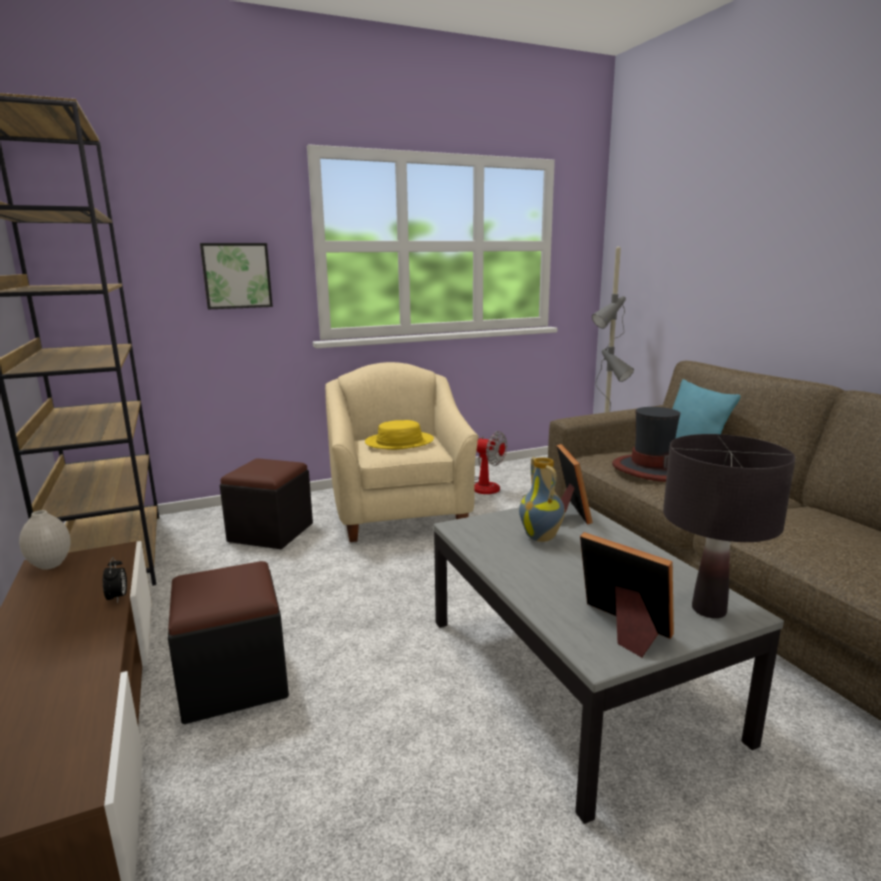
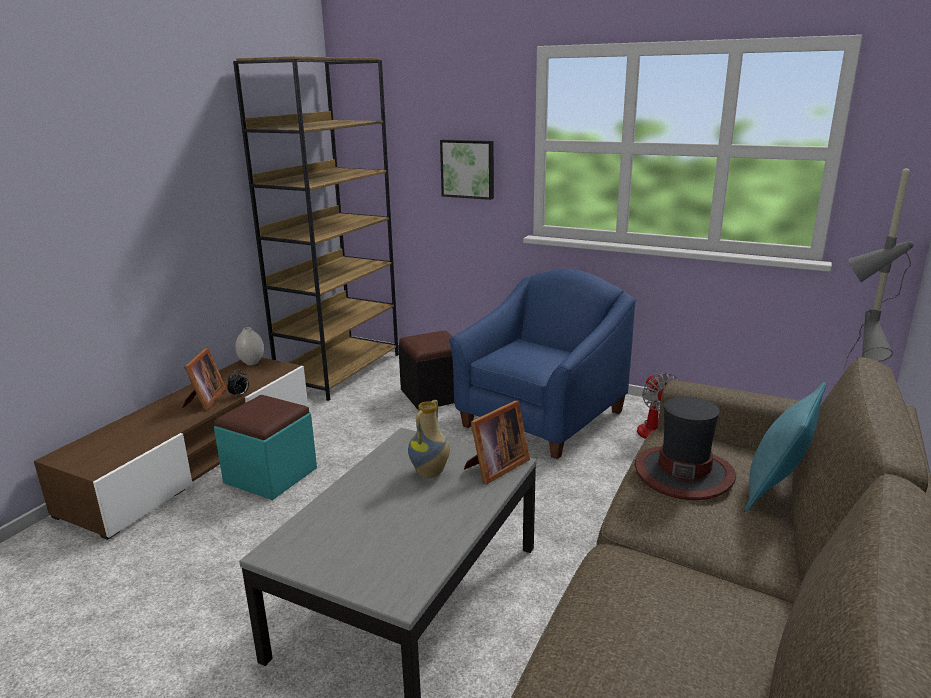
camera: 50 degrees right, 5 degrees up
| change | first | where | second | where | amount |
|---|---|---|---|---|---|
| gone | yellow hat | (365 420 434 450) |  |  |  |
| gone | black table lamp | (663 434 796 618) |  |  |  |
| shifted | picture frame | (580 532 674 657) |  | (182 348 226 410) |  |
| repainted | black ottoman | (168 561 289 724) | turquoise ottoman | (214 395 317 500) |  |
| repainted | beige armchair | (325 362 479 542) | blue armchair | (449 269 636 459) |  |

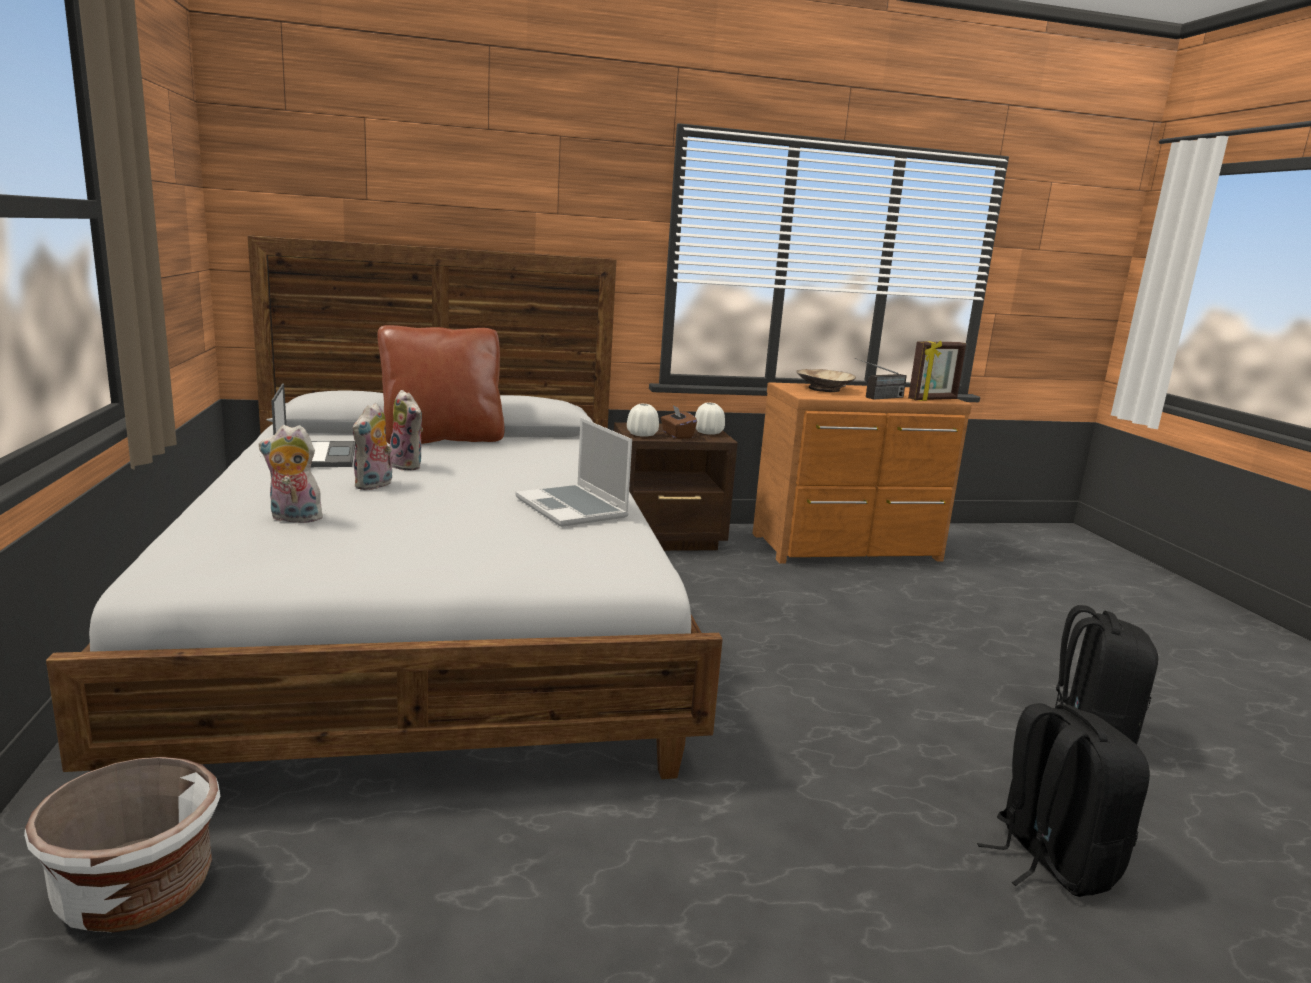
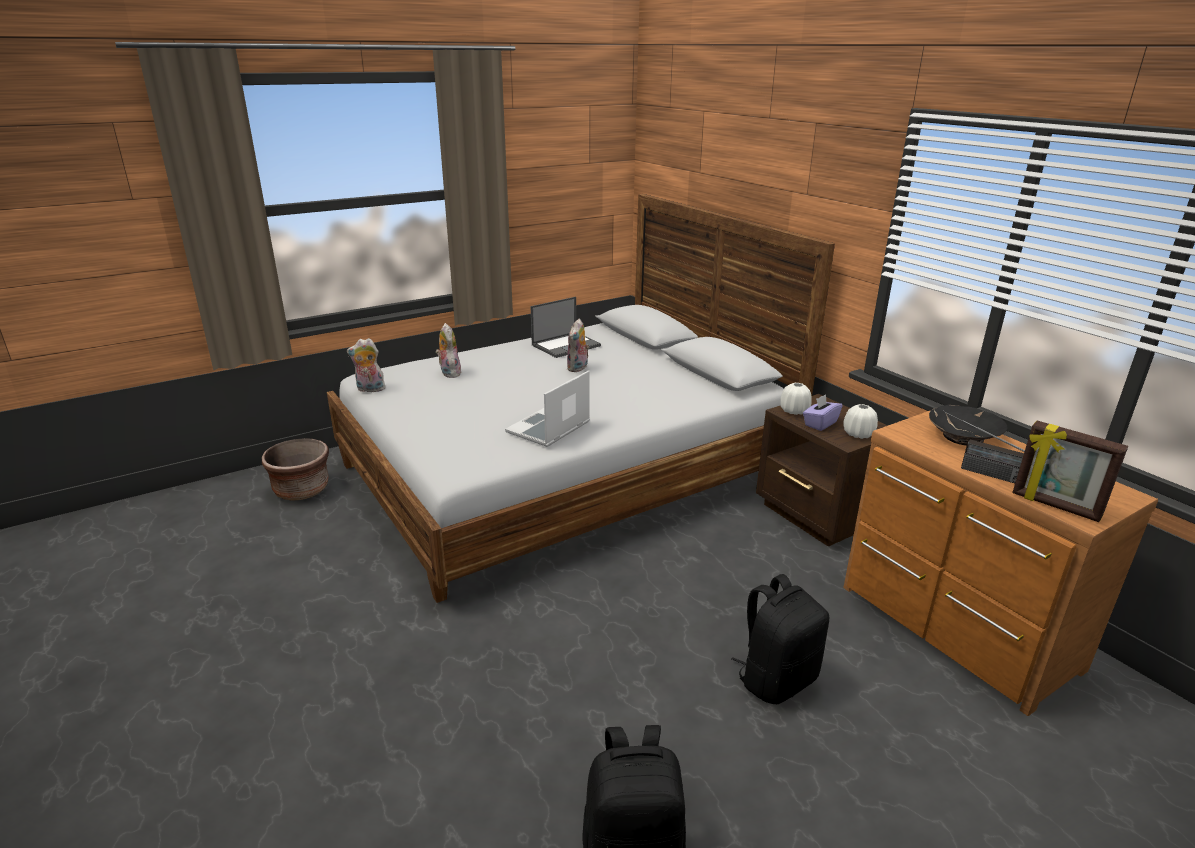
camera: 70 degrees right, 10 degrees up
| change | first | where | second | where | amount |
|---|---|---|---|---|---|
| gone | brown pillow | (377 325 505 444) |  |  |  |
| shifted | plush toy | (353 403 392 490) |  | (347 338 386 392) |  |
| shifted | black backpack | (977 703 1150 897) |  | (732 574 829 704) |  |
| repainted | white planter | (24 757 220 933) | brown planter | (262 438 329 501) |  |
| repainted | brown tissue box | (661 405 697 439) | purple tissue box | (803 394 843 431) |  |
| repainted | beige bowl | (796 369 856 392) | black bowl | (929 405 1008 446) |  |

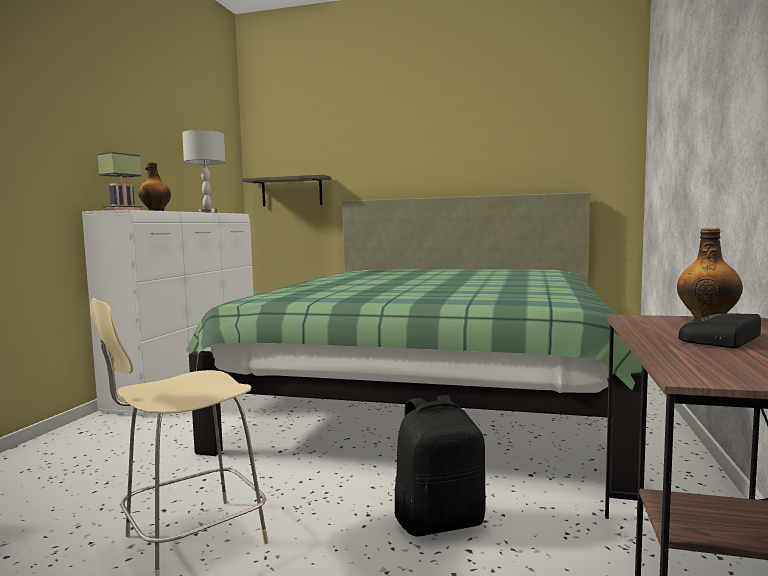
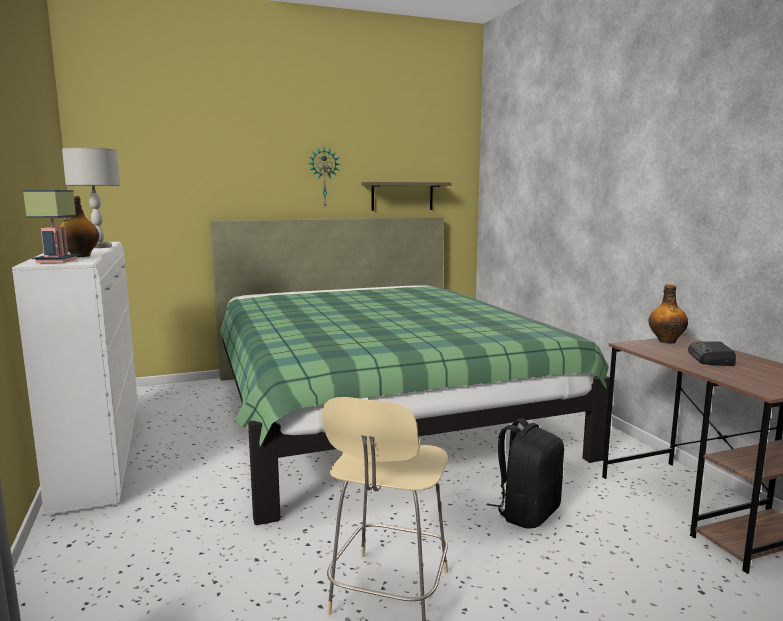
camera: 35 degrees left, 5 degrees up
| change | first | where | second | where | amount |
|---|---|---|---|---|---|
| new |  |  | wall clock | (308 147 340 208) |  |
| shifted | shelf | (242 175 331 207) |  | (361 182 452 211) |  |

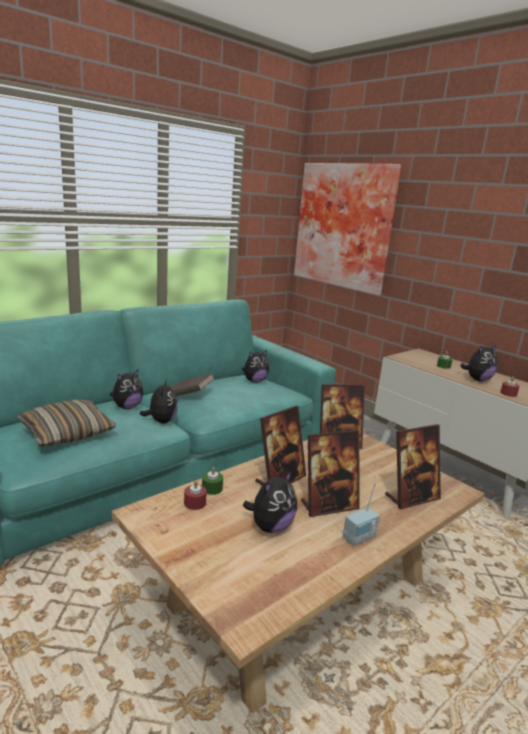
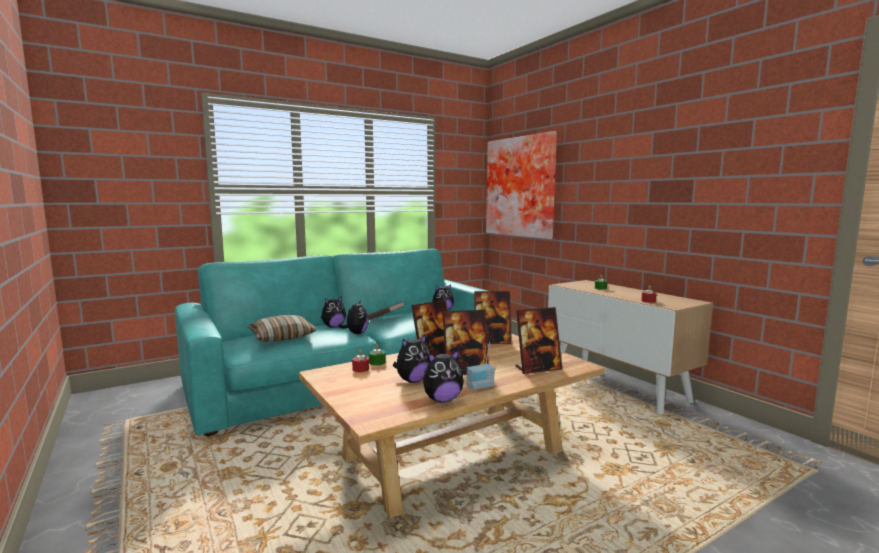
camera: 10 degrees right, 10 degrees down
| change | first | where | second | where | amount |
|---|---|---|---|---|---|
| shifted | plush toy | (460 344 498 381) |  | (423 349 464 403) |  |

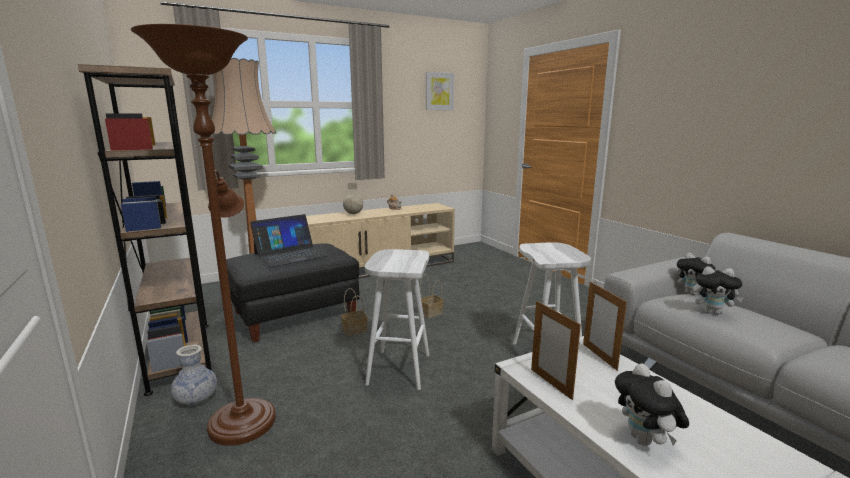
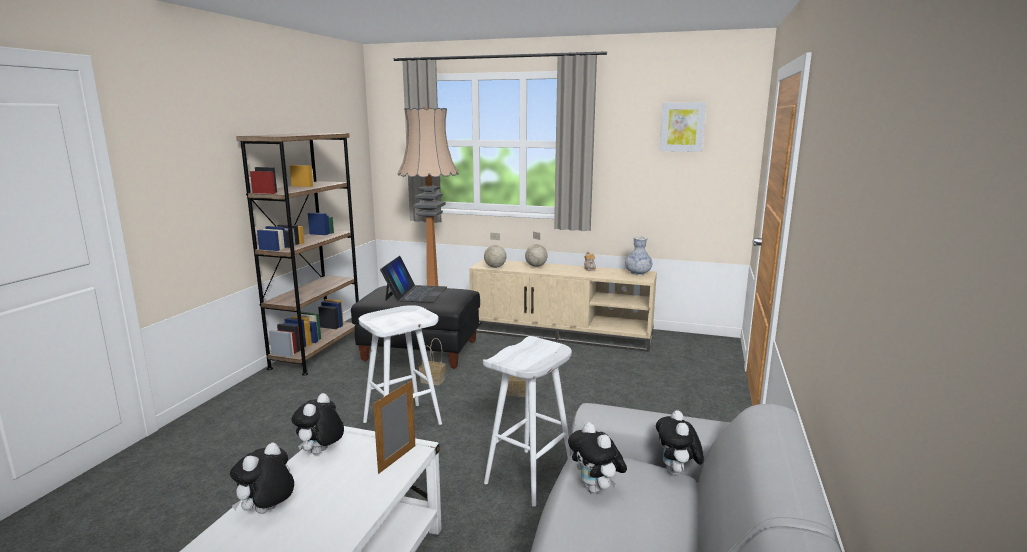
camera: 45 degrees right, 0 degrees up
| change | first | where | second | where | amount |
|---|---|---|---|---|---|
| gone | brown floor lamp | (131 24 276 446) |  |  |  |
| new |  |  | globe | (484 233 506 268) |  |
| shifted | vase | (171 345 217 406) |  | (625 236 652 275) |  |
| swapped | picture frame | (531 301 581 400) | plush toy | (291 393 344 455) |  |
| rotated | laptop | (250 214 328 267) |  | (380 256 447 303) | 90 degrees counterclockwise |

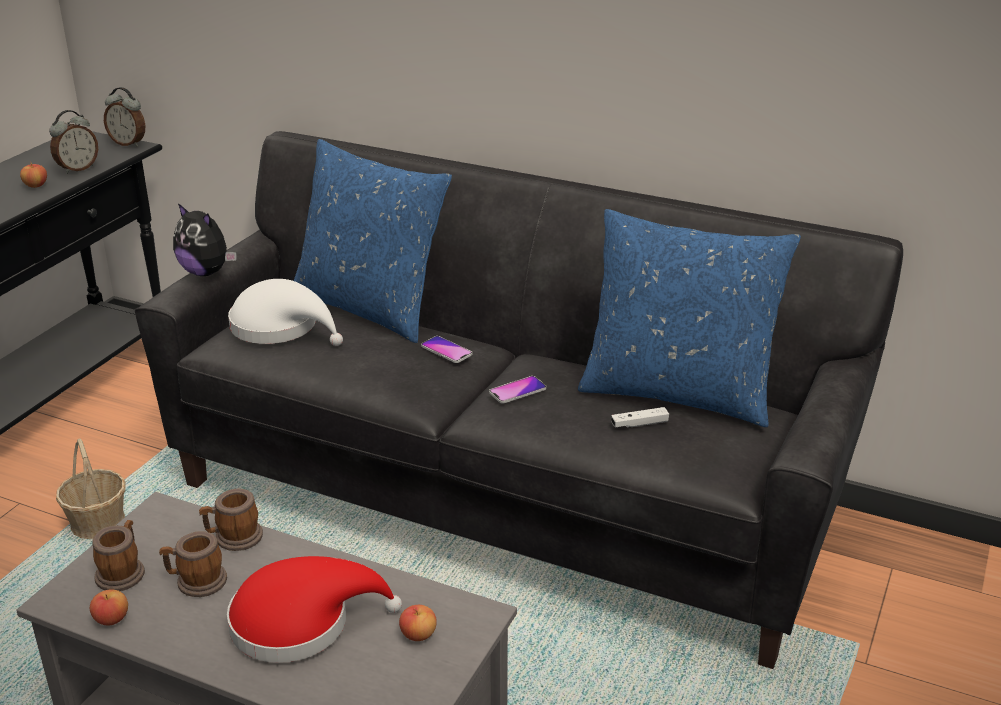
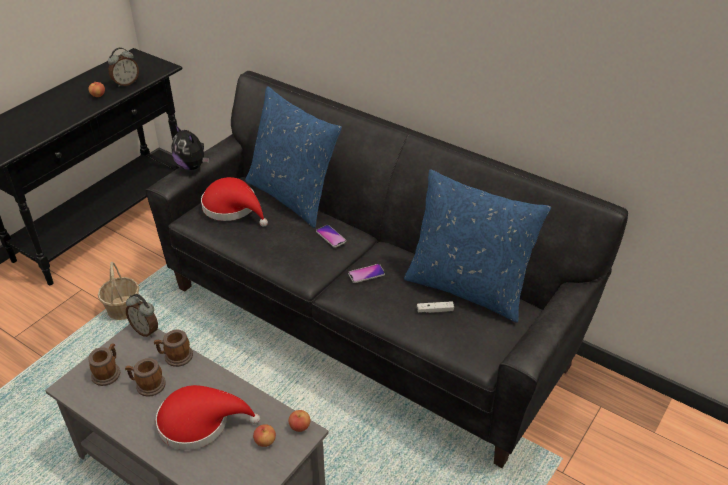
camera: 10 degrees right, 10 degrees up
| change | first | where | second | where | amount |
|---|---|---|---|---|---|
| shifted | apple | (90 589 128 625) |  | (288 410 310 432) |  |
| shifted | alarm clock | (104 87 145 147) |  | (126 294 158 338) |  |
| repainted | white hat | (228 279 343 346) | red hat | (201 177 268 227) |  |

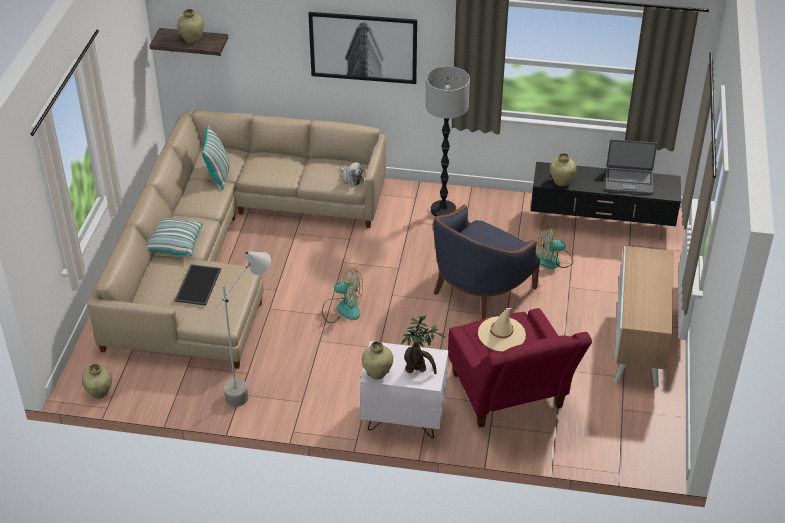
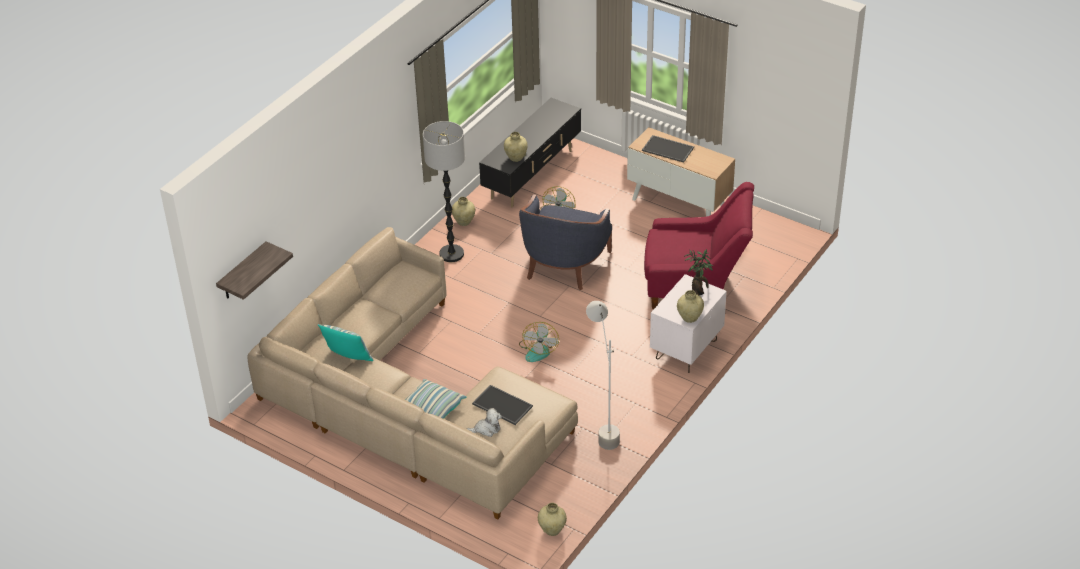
camera: 65 degrees left, 0 degrees up
| change | first | where | second | where | amount |
|---|---|---|---|---|---|
| gone | picture | (308 12 417 84) |  |  |  |
| gone | beige hat | (478 308 526 351) |  |  |  |
| gone | laptop | (606 139 657 194) |  |  |  |
| new |  |  | tray | (642 135 694 163) |  |
| shifted | beige vase | (177 9 204 44) |  | (452 197 475 226) |  |
| shifted | plush toy | (340 162 364 186) |  | (467 408 502 437) |  |
| rotated | fan | (322 268 363 323) |  | (519 322 559 362) | 150 degrees clockwise |
| rotated | blue armchair | (433 205 540 319) |  | (519 194 612 290) | 45 degrees clockwise |

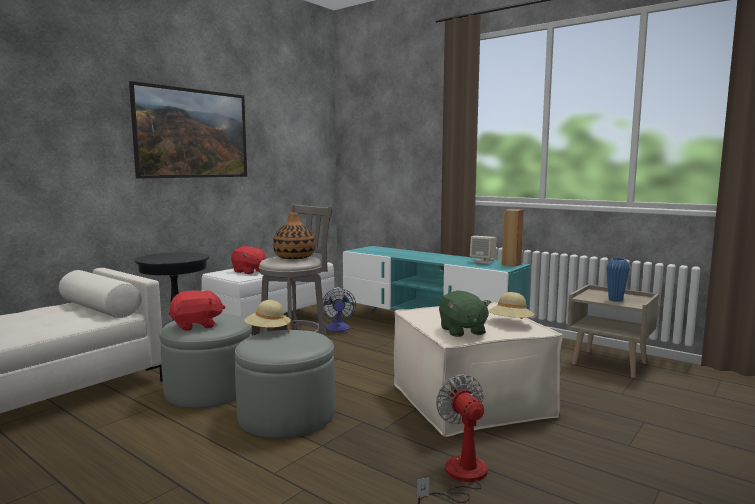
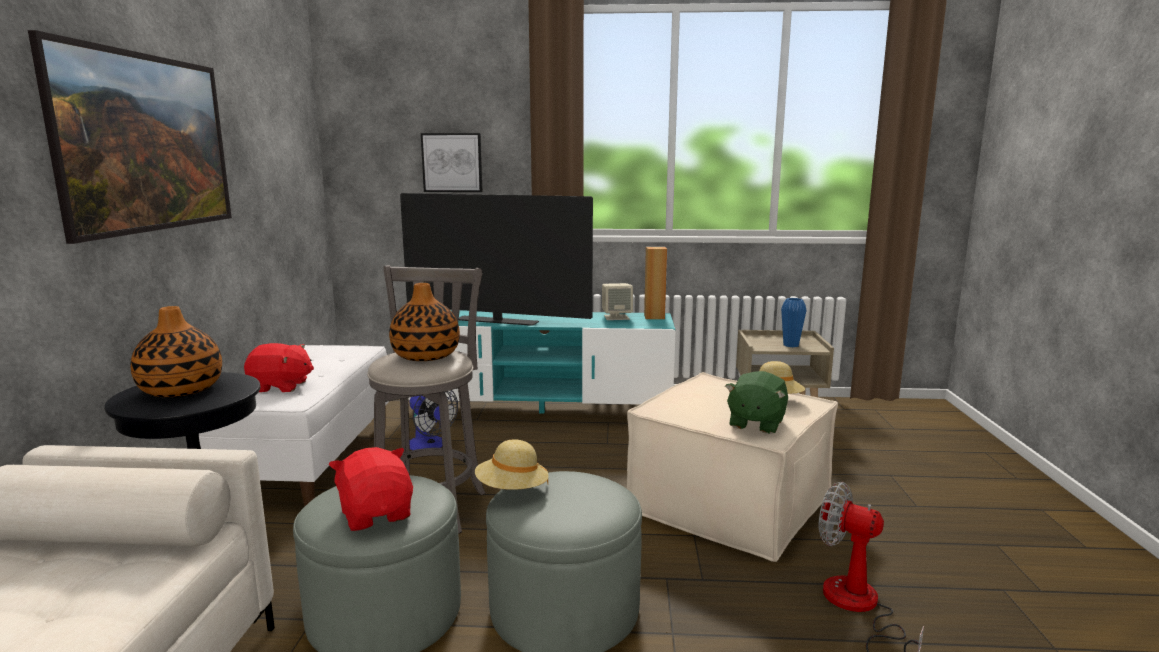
camera: 35 degrees left, 5 degrees up
| change | first | where | second | where | amount |
|---|---|---|---|---|---|
| new |  |  | vase | (131 306 222 397) |  |
| new |  |  | television | (400 193 593 326) |  |
| new |  |  | picture | (421 133 483 192) |  |
| rotated | red plush toy | (169 290 225 331) |  | (329 447 413 531) | 60 degrees counterclockwise |
| rotated | green plush toy | (439 290 491 337) |  | (725 371 788 434) | 75 degrees clockwise |

